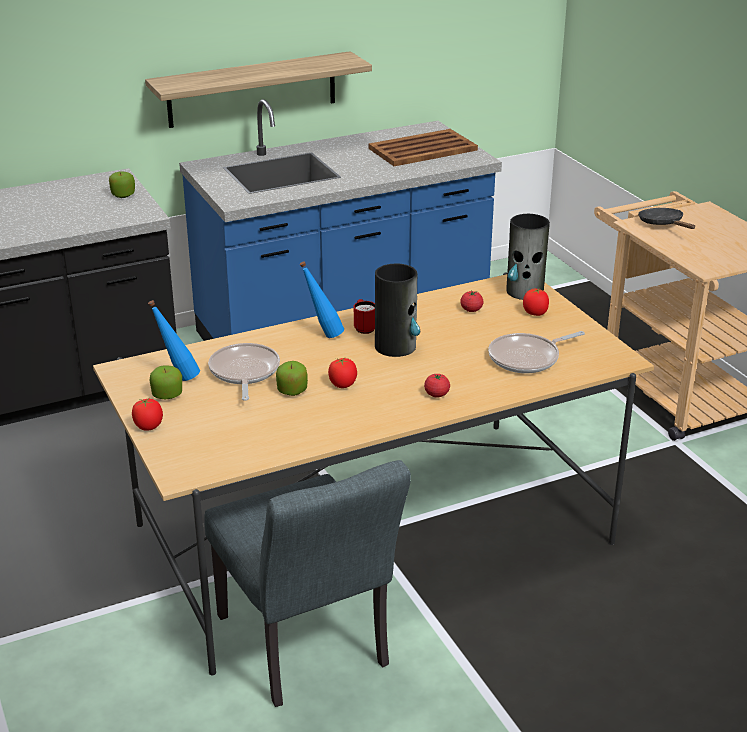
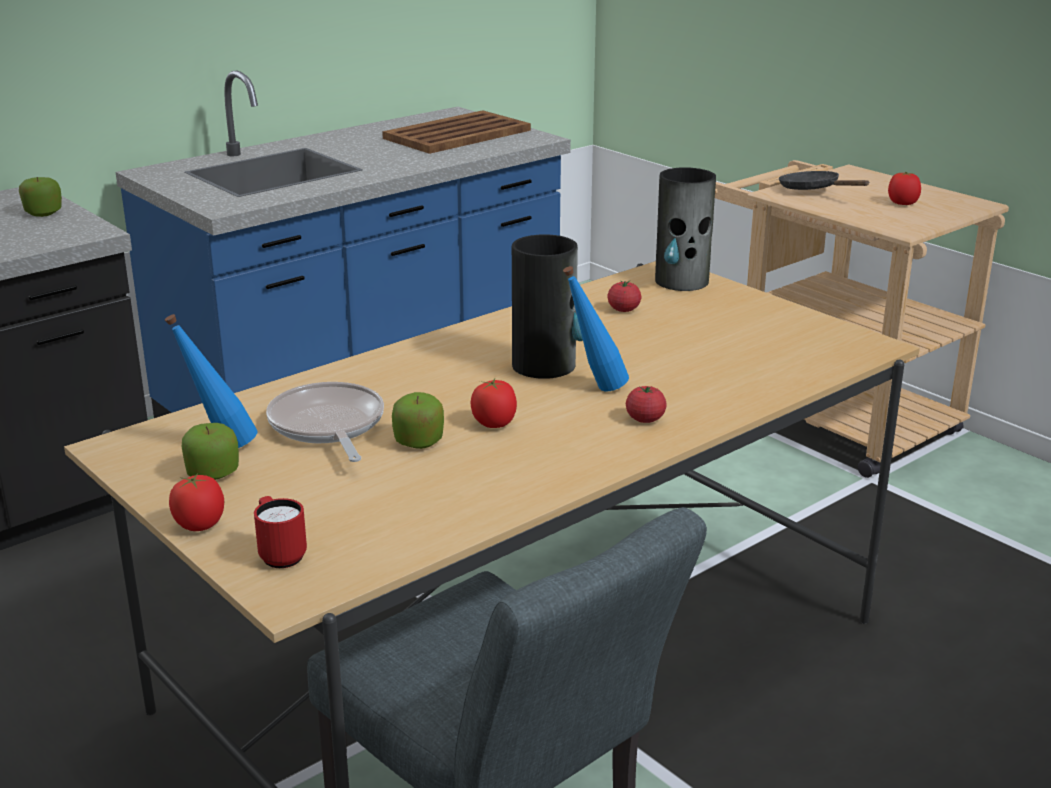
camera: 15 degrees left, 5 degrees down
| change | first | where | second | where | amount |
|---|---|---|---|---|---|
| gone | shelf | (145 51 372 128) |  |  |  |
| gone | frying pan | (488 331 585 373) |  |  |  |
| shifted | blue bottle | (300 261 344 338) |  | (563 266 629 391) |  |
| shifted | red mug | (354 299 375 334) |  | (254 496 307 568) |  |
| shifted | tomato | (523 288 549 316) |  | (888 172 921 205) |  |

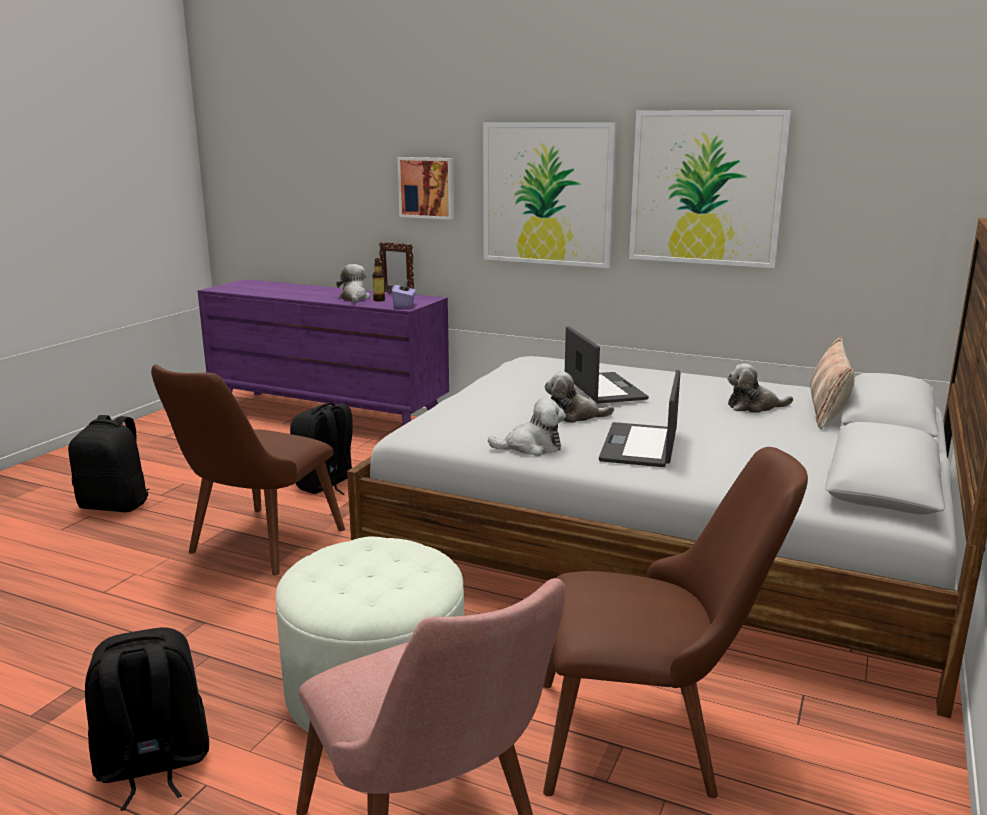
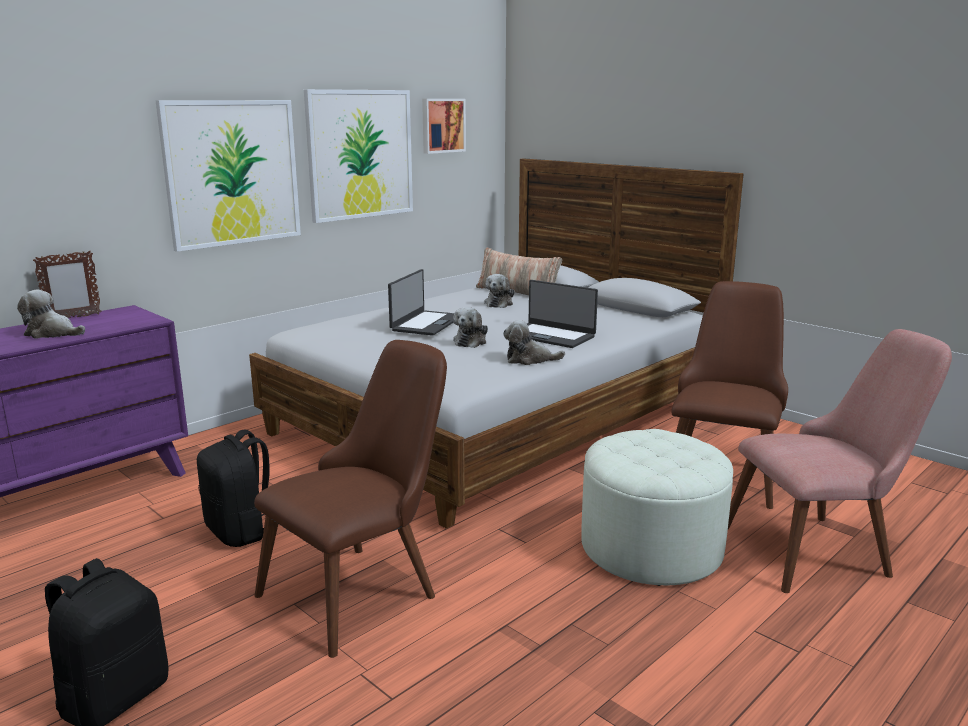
camera: 70 degrees left, 0 degrees up
| change | first | where | second | where | amount |
|---|---|---|---|---|---|
| gone | black backpack | (85 627 209 811) |  |  |  |
| gone | bottle | (372 258 385 301) |  |  |  |
| gone | purple tissue box | (392 280 416 308) |  |  |  |
| shifted | picture | (397 157 454 220) |  | (422 99 466 154) |  |
| rotated | brown chair | (151 365 345 575) |  | (254 340 447 658) | 90 degrees counterclockwise |
| rotated | plush toy | (488 398 566 456) |  | (503 320 565 365) | 105 degrees counterclockwise |
| rotated | laptop | (565 326 649 404) |  | (388 269 454 336) | 105 degrees clockwise |

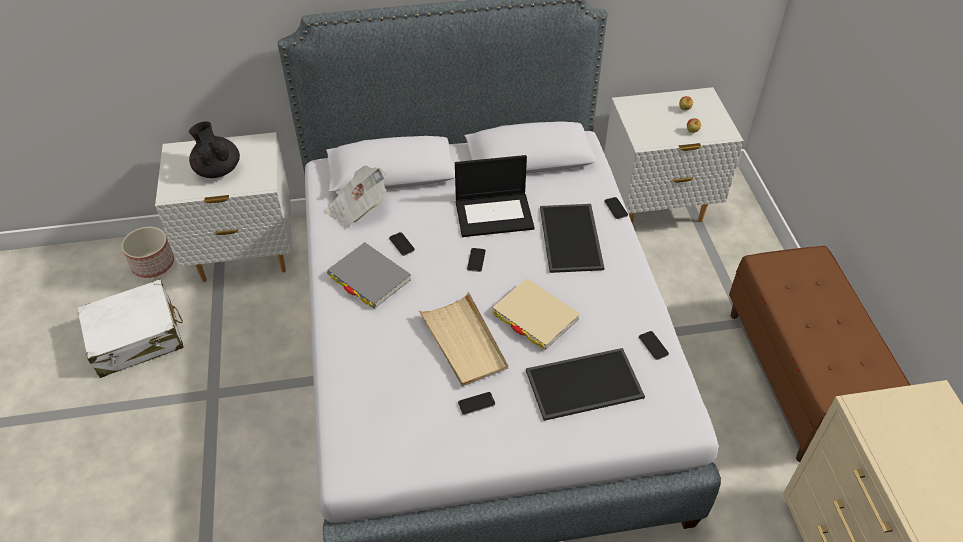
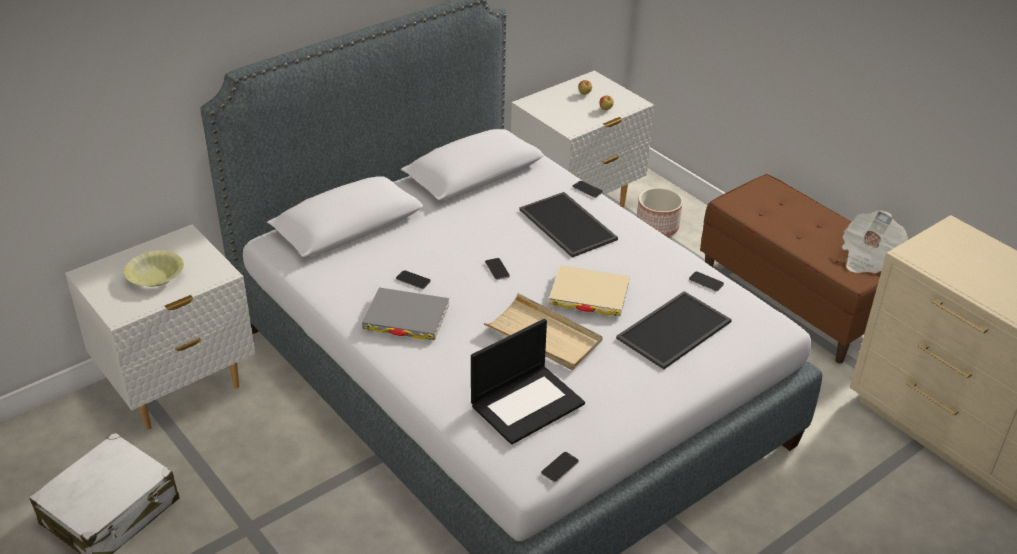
camera: 30 degrees left, 10 degrees down
| change | first | where | second | where | amount |
|---|---|---|---|---|---|
| shifted | planter | (122 226 174 278) |  | (637 188 683 236) |  |
| shifted | newspaper | (326 166 386 226) |  | (842 210 908 273) |  |
| shifted | laptop | (455 155 535 237) |  | (471 319 585 445) |  |
| shifted | phone | (458 392 496 415) |  | (541 452 579 483) |  |
| swapped | black teapot | (189 121 240 178) | yellow bowl | (124 250 184 287) |  |

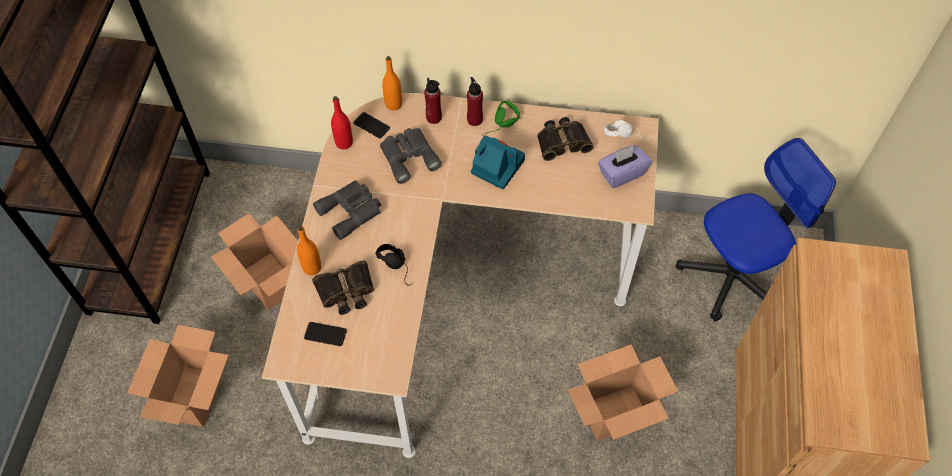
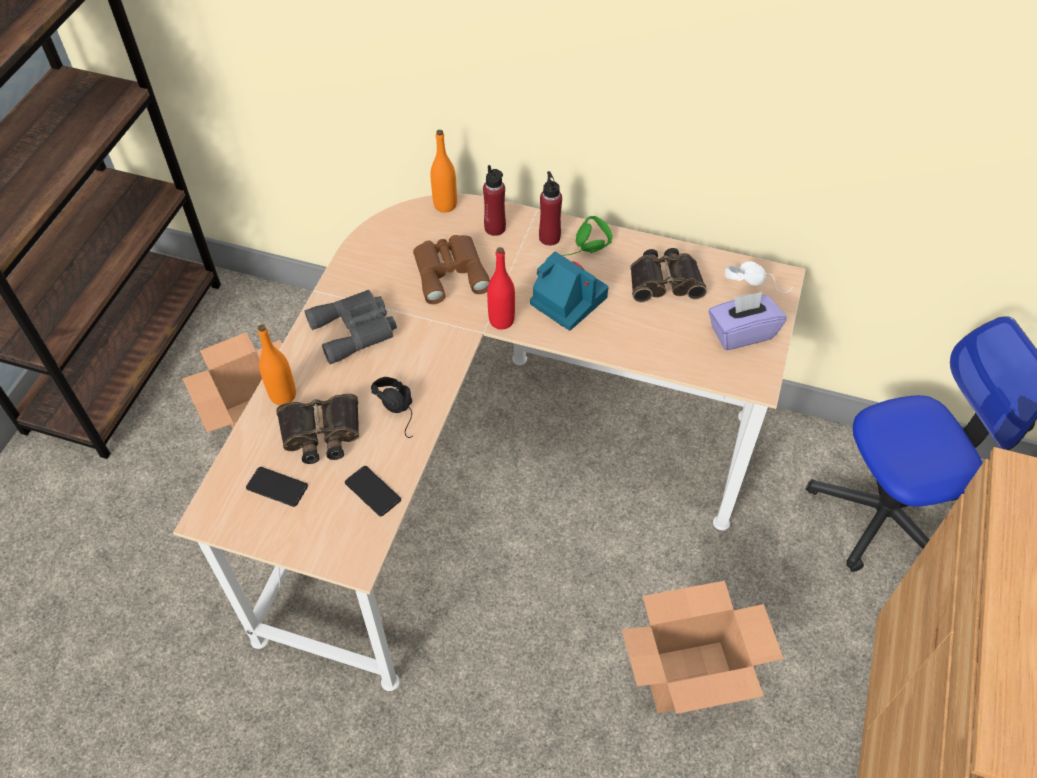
camera: 10 degrees right, 5 degrees down
| change | first | where | second | where | amount |
|---|---|---|---|---|---|
| gone | cardboard box | (127 325 229 427) |  |  |  |
| shifted | red bottle | (331 96 353 149) |  | (487 247 515 329) |  |
| shifted | phone | (354 112 390 139) |  | (345 466 401 516) |  |
| repainted | grey binoculars | (380 128 442 184) | brown binoculars | (413 235 490 304) |  |

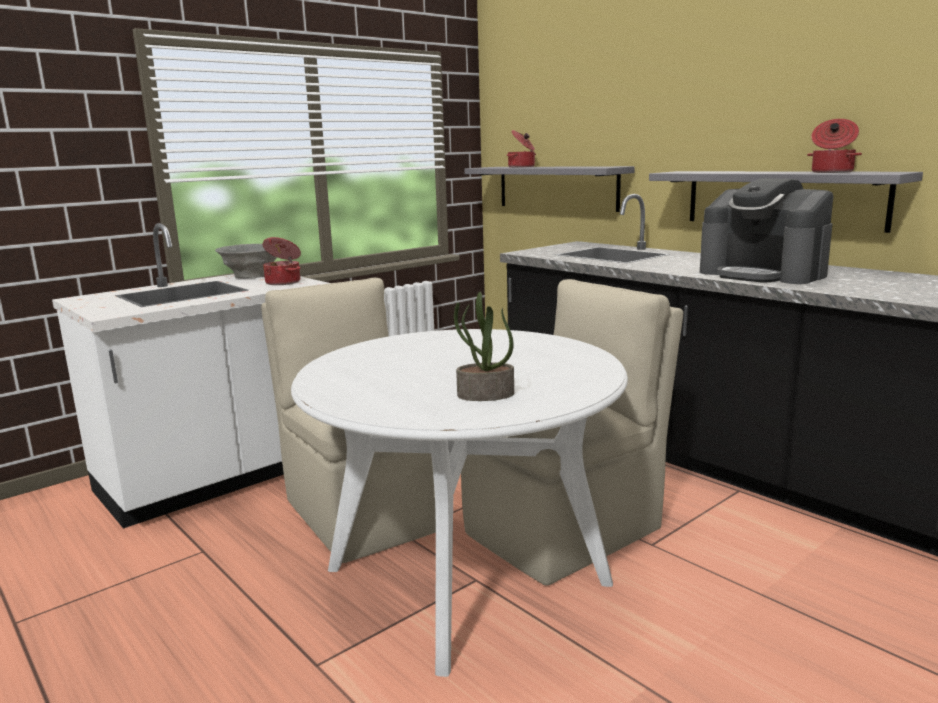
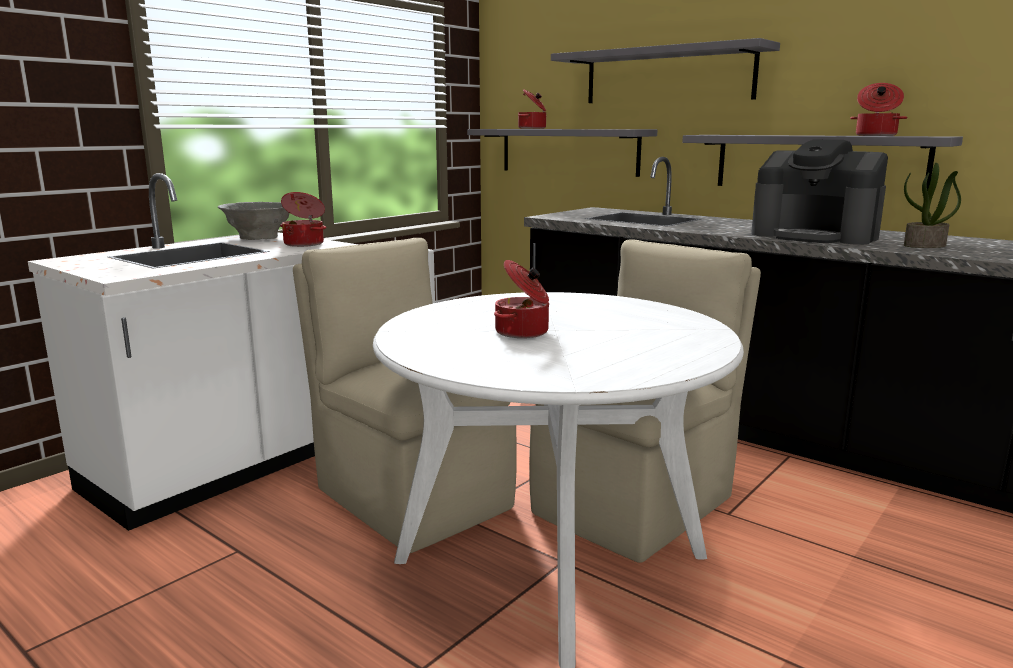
camera: 10 degrees left, 0 degrees up
| change | first | where | second | where | amount |
|---|---|---|---|---|---|
| new |  |  | cooking pot | (494 260 549 338) |  |
| new |  |  | grey shelf | (551 38 780 103) |  |
| shifted | potted plant | (454 292 514 401) |  | (904 163 961 248) |  |

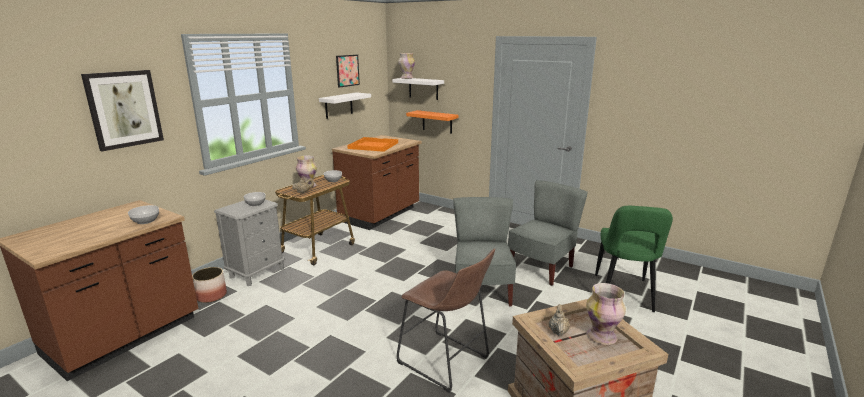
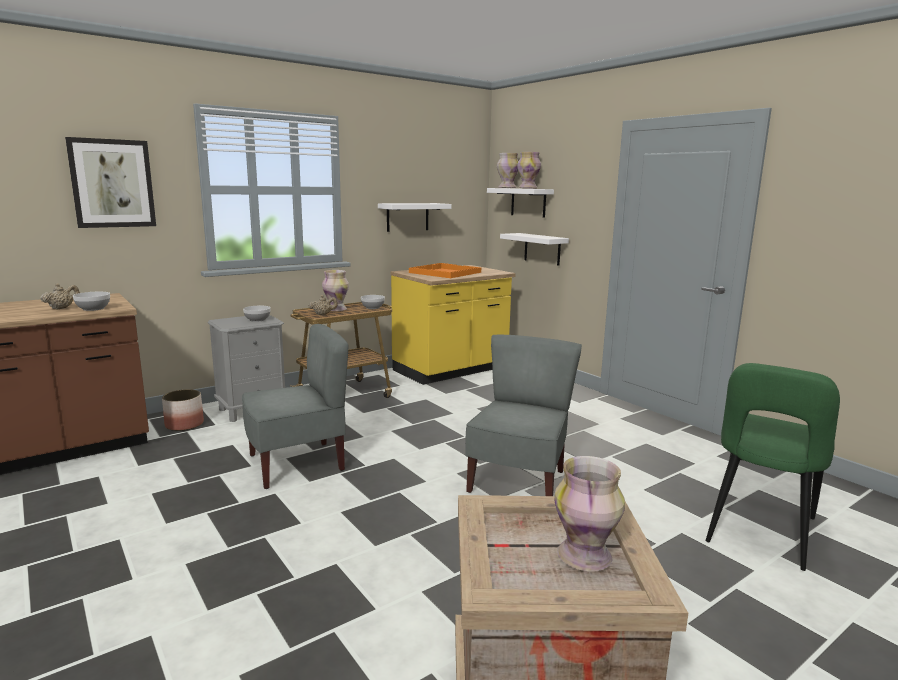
camera: 20 degrees right, 5 degrees down
| change | first | where | second | where | amount |
|---|---|---|---|---|---|
| gone | picture | (336 55 360 88) |  |  |  |
| gone | brown stool | (397 248 495 393) |  |  |  |
| new |  |  | vase | (517 152 541 189) |  |
| shifted | grey chair | (508 180 588 286) |  | (242 324 349 489) |  |
| shifted | beige teapot | (549 304 570 335) |  | (40 283 80 309) |  |
| repainted | brown counter | (332 135 422 230) | yellow counter | (390 265 516 385) |  |
| repainted | orange shelf | (406 110 458 134) | white shelf | (500 233 569 266) |  |

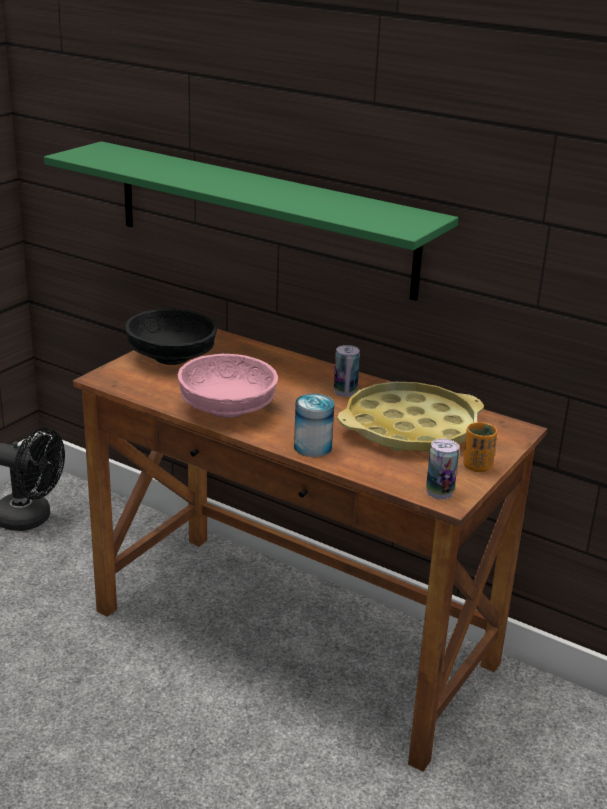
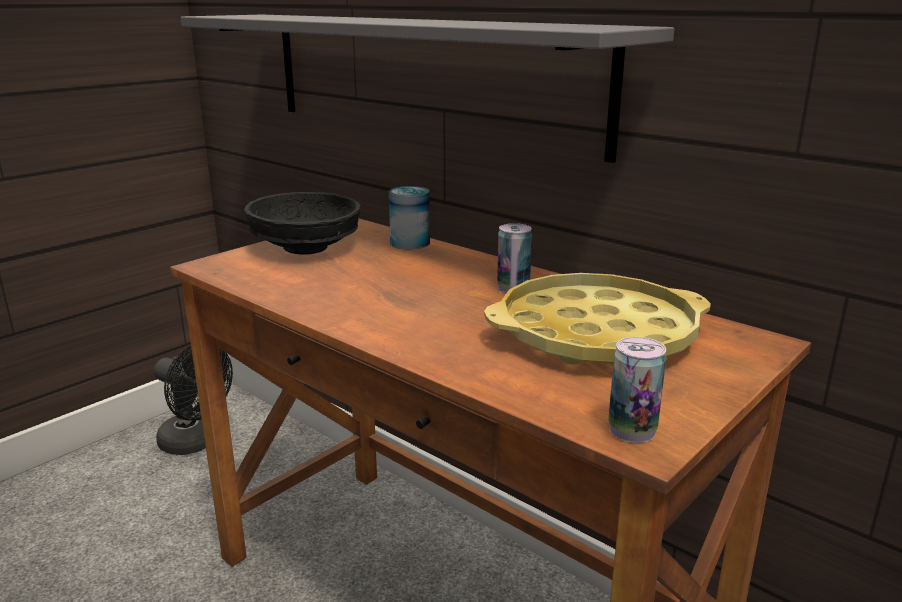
camera: 10 degrees right, 5 degrees down
| change | first | where | second | where | amount |
|---|---|---|---|---|---|
| gone | pink bowl | (178 354 278 418) |  |  |  |
| gone | orange cup | (463 422 497 472) |  |  |  |
| shifted | can | (294 394 334 457) |  | (389 186 430 249) |  |
| repainted | green shelf | (44 141 459 301) | grey shelf | (180 15 674 163) |  |

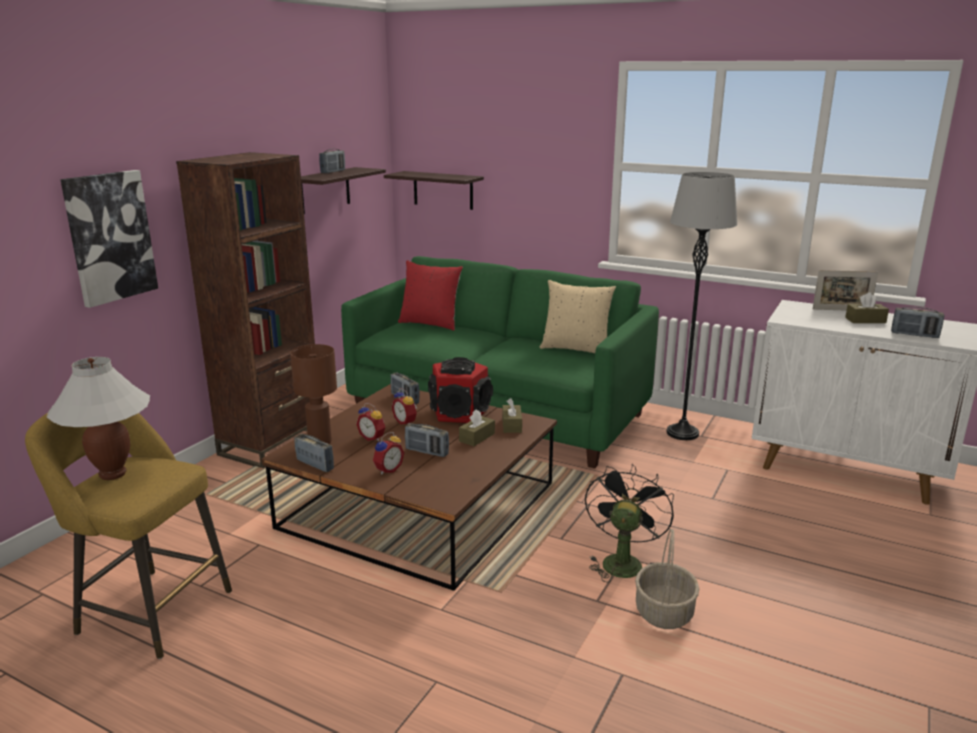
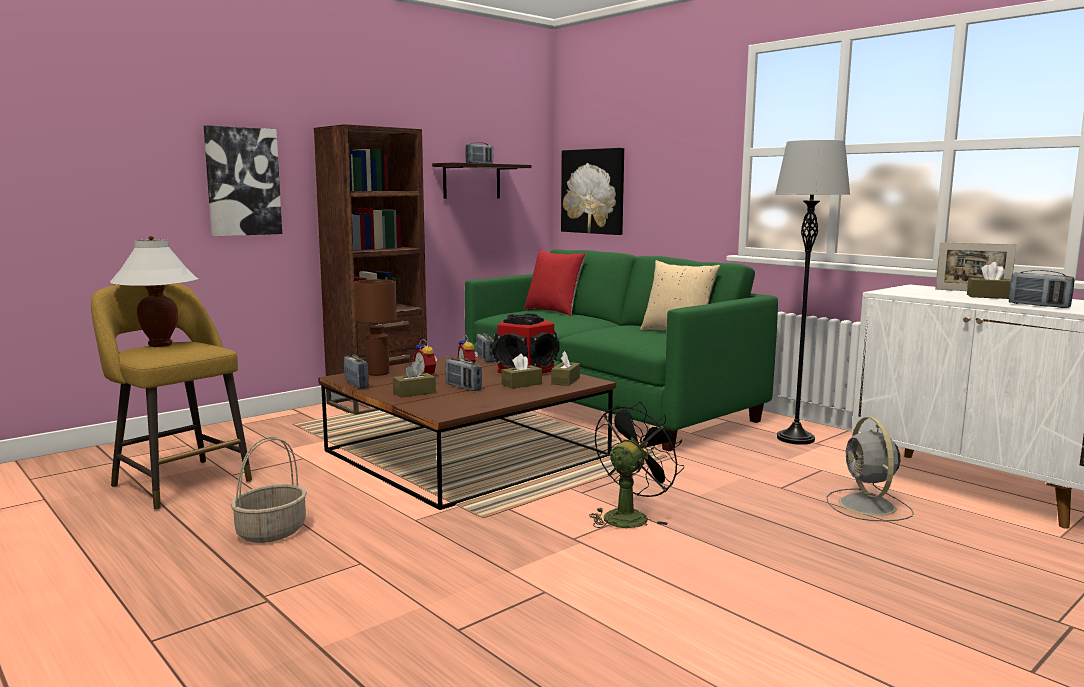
camera: 20 degrees right, 10 degrees down
| change | first | where | second | where | amount |
|---|---|---|---|---|---|
| new |  |  | grey fan | (826 417 914 521) |  |
| shifted | basket | (635 529 699 629) |  | (230 437 307 543) |  |
| swapped | alarm clock | (373 432 404 475) | brown tissue box | (393 361 436 398) |  |
| swapped | shelf | (384 171 484 210) | picture | (561 148 624 235) |  |

